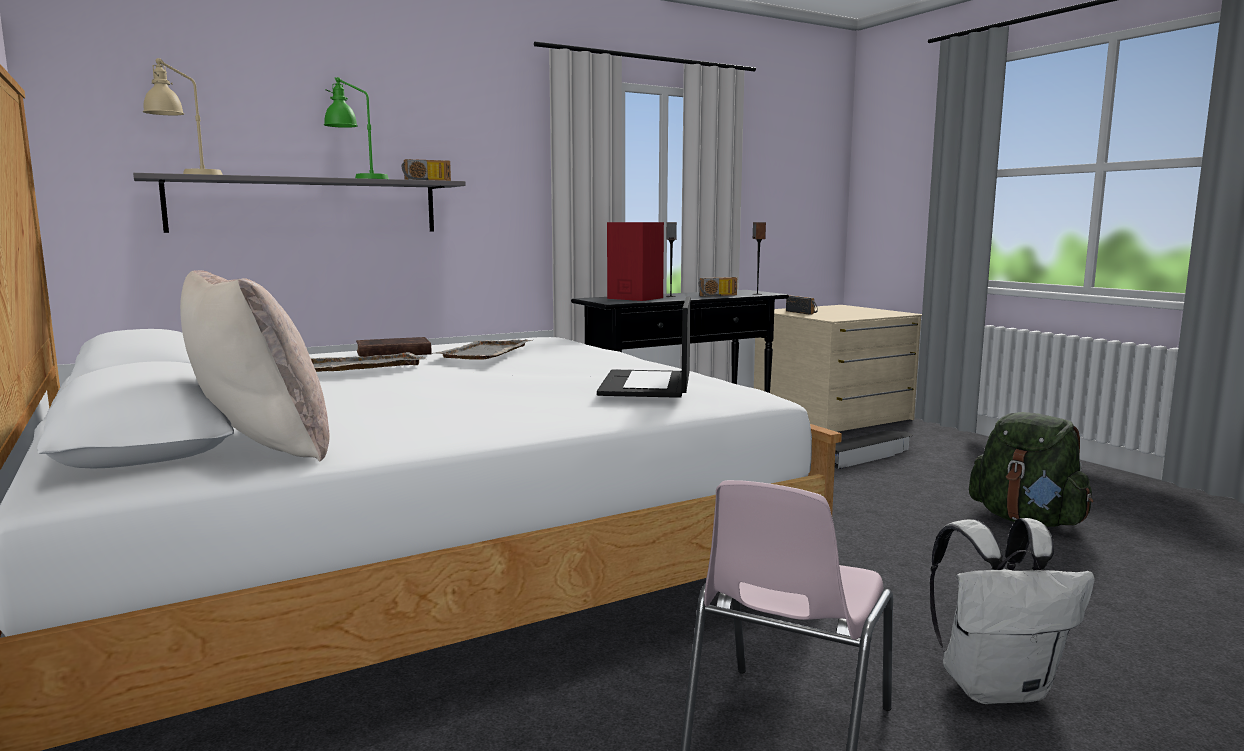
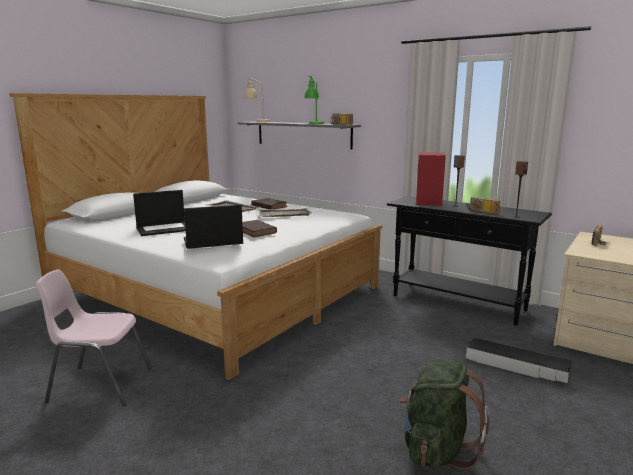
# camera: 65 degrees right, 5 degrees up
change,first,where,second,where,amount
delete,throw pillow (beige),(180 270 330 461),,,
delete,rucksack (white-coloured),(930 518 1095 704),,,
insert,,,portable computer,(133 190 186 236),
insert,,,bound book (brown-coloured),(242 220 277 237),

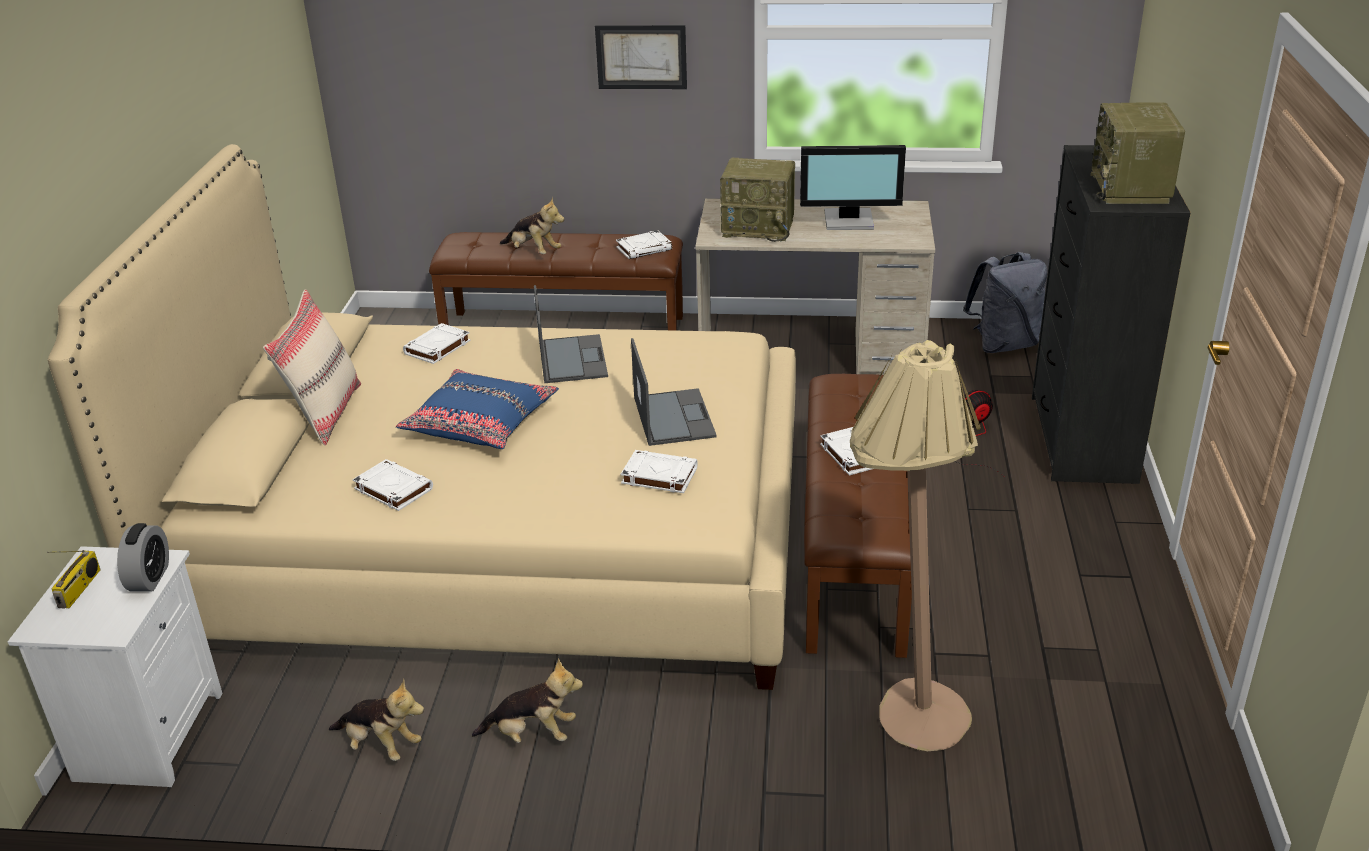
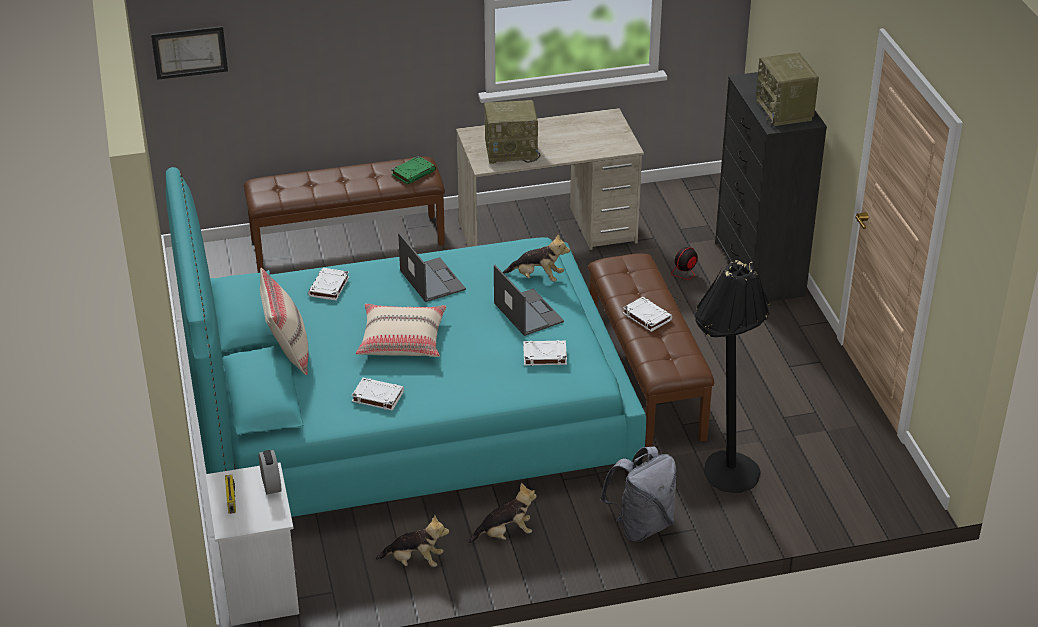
# camera: 20 degrees left, 5 degrees up
change,first,where,second,where,amount
recolor,bed (beige),(48 144 796 690),bed (blue-green),(166 167 646 517),
recolor,throw pillow (blue),(396 369 559 449),throw pillow (beige),(356 304 447 357),
move,soft toy,(500 197 565 254),,(503 233 570 282),
move,wall art,(595 25 687 89),,(151 26 228 80),
recolor,bound book (white-coloured),(616 230 672 259),bound book (green),(391 156 436 184),
delete,computer screen,(800 145 906 230),,,
recolor,floor lamp (beige),(850 340 981 751),floor lamp (blackish),(695 260 770 493),
move,rucksack (greyish),(963 252 1047 353),,(600 447 677 542),

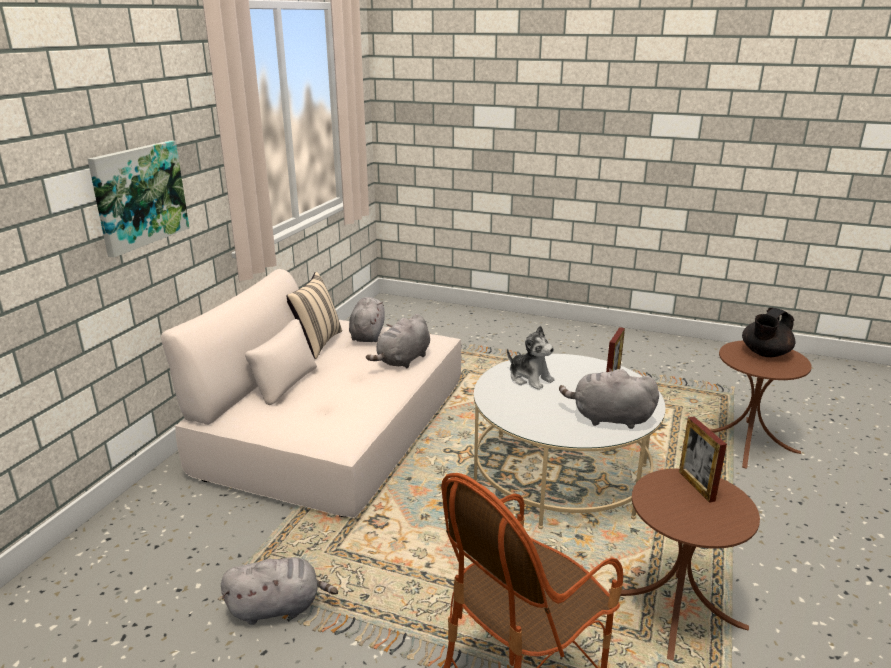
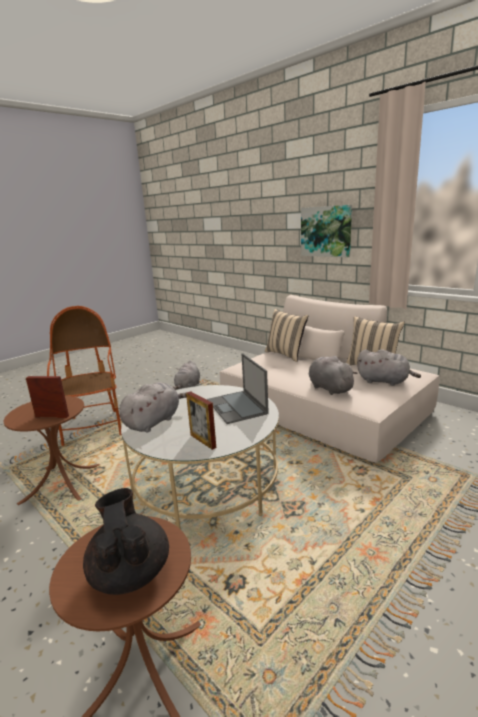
# camera: 115 degrees right, 5 degrees down
change,first,where,second,where,amount
replace,soft toy,(507 326 554 390),portable computer,(207 353 269 424),
insert,,,throw pillow (beige),(265 309 308 362),

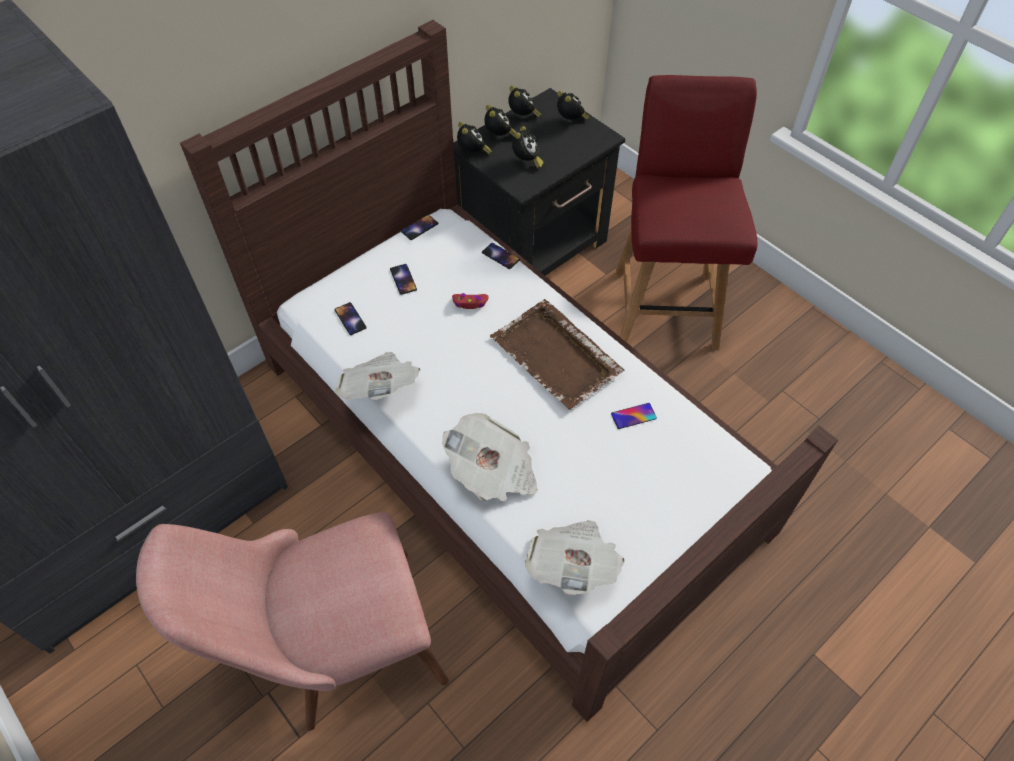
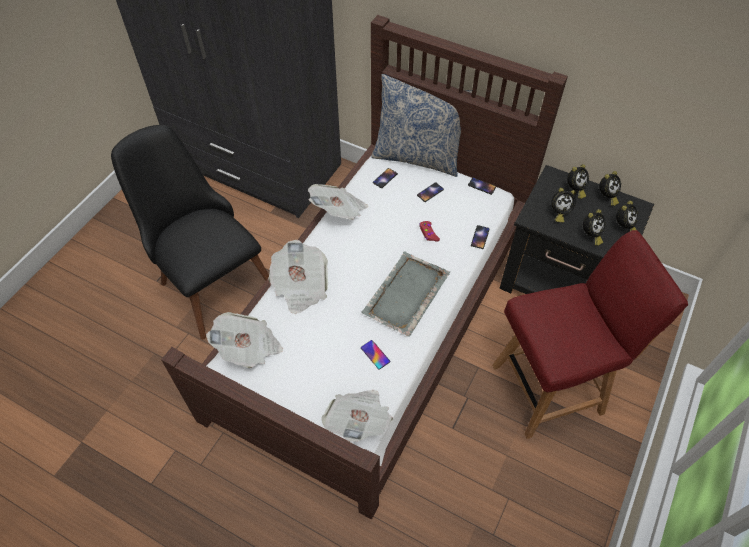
# camera: 70 degrees right, 0 degrees up
change,first,where,second,where,amount
recolor,chair (pink-coloured),(136 512 449 731),chair (blackish),(111 125 269 339),
move,bedside clock,(457 122 492 155),,(583 209 606 246),
recolor,serving tray (brown-coloured),(490 299 624 410),serving tray (greyish),(361 252 450 337),
insert,,,newspaper,(322 390 393 442),
insert,,,throw pillow,(371 74 472 177),

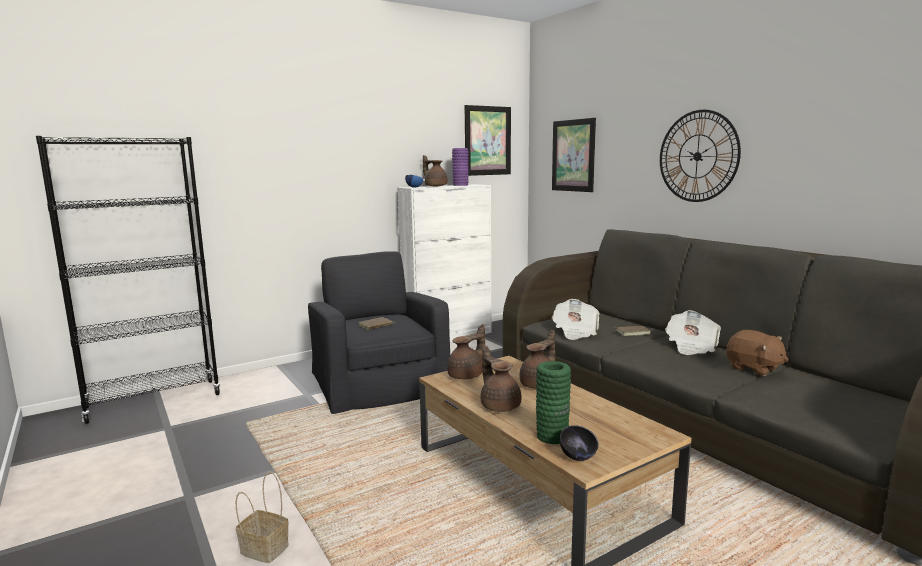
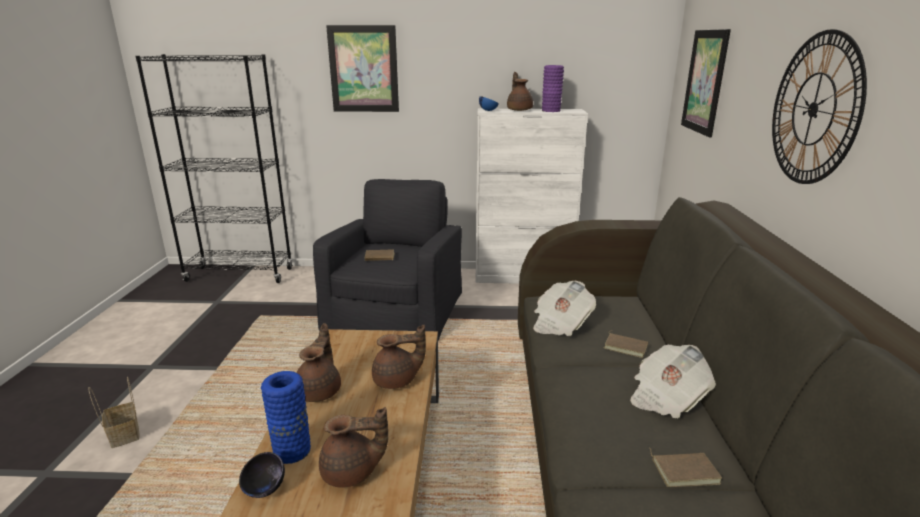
# camera: 35 degrees right, 10 degrees up
change,first,where,second,where,amount
move,teapot (brown-coloured),(447 324 485 379),,(319 407 388 487),
move,wall art,(465 105 511 176),,(326 25 399 112),
recolor,vase (green),(536 361 571 444),vase (blue),(261 371 311 464),
replace,soft toy (brown-coloured),(726 330 788 376),bound book (brown-coloured),(650 448 722 487),

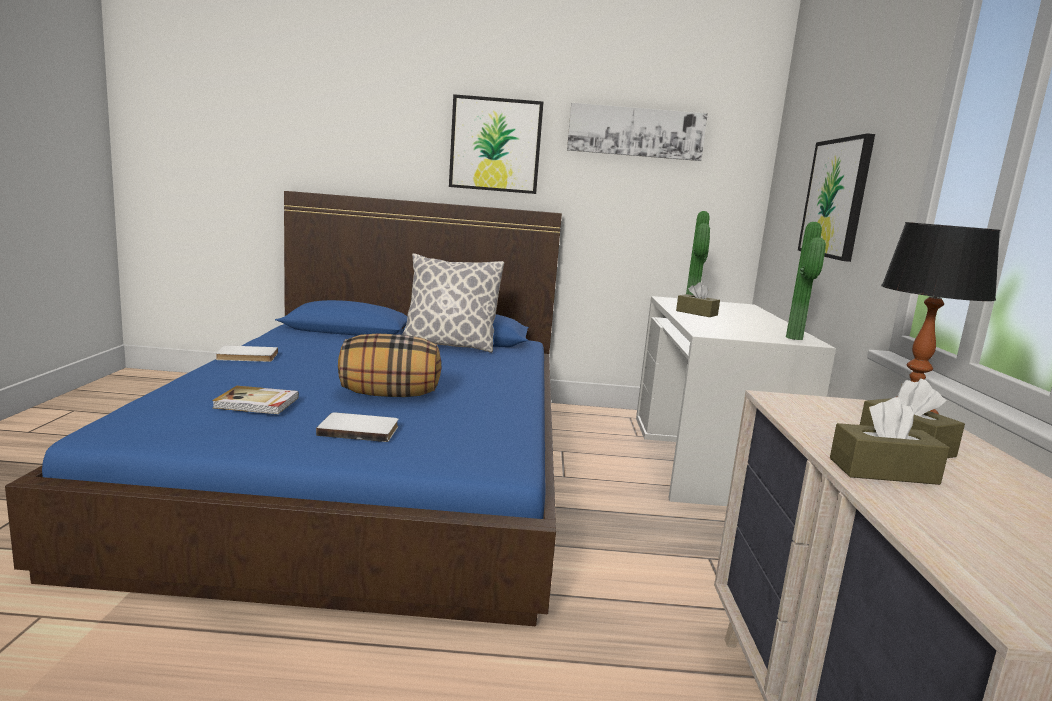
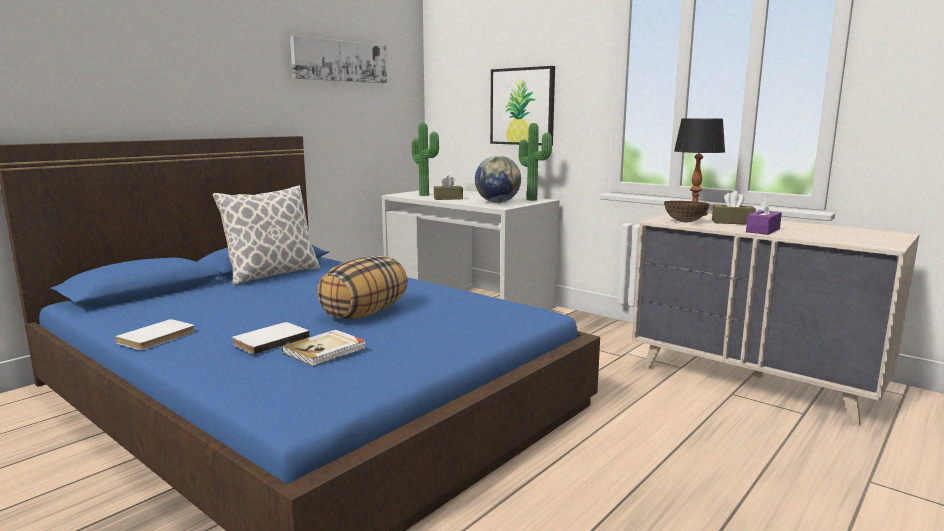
# camera: 50 degrees left, 0 degrees up
change,first,where,second,where,amount
move,bound book (white-coloured),(316 412 398 442),,(232 322 310 354),
delete,wall art,(449 94 544 194),,,
recolor,box of tissues (brown-coloured),(830 397 950 485),box of tissues (purplish),(746 197 782 235),
insert,,,desk globe,(475 155 521 203),
insert,,,serving bowl,(664 201 709 222),

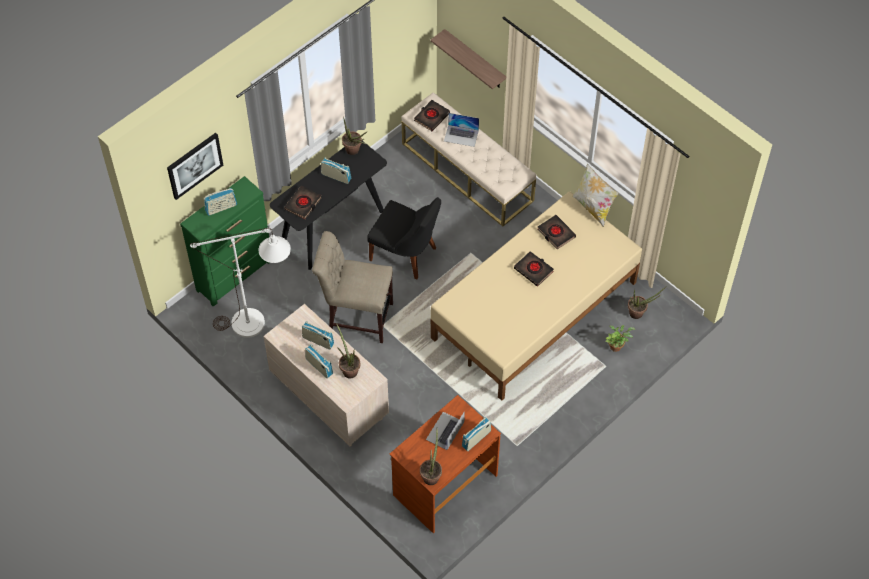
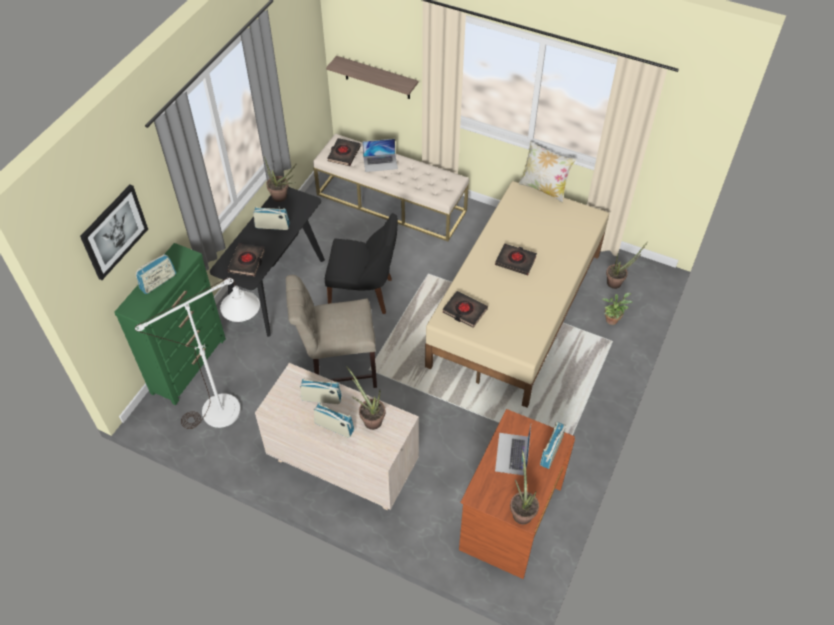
# camera: 20 degrees left, 5 degrees down
change,first,where,second,where,amount
move,bound book (blackish),(538 215 576 249),,(442 291 488 328),

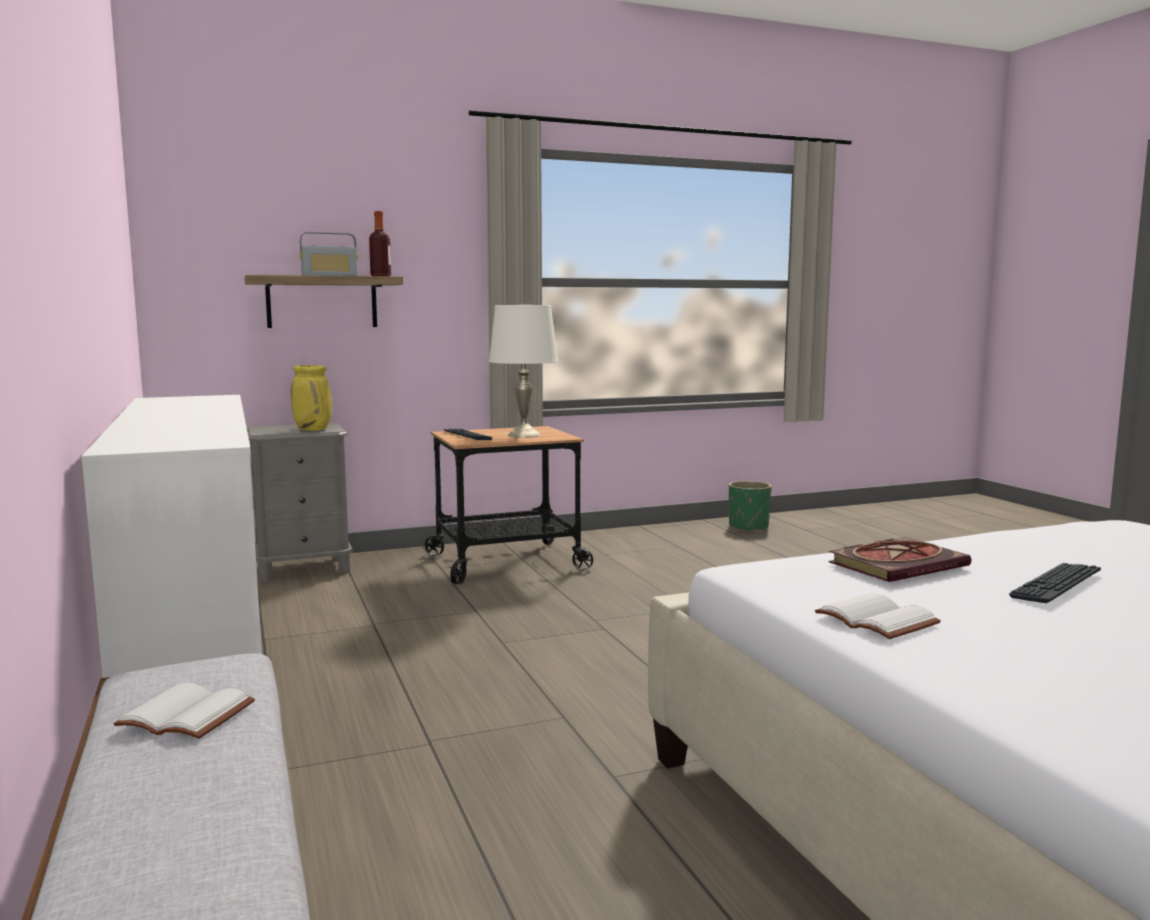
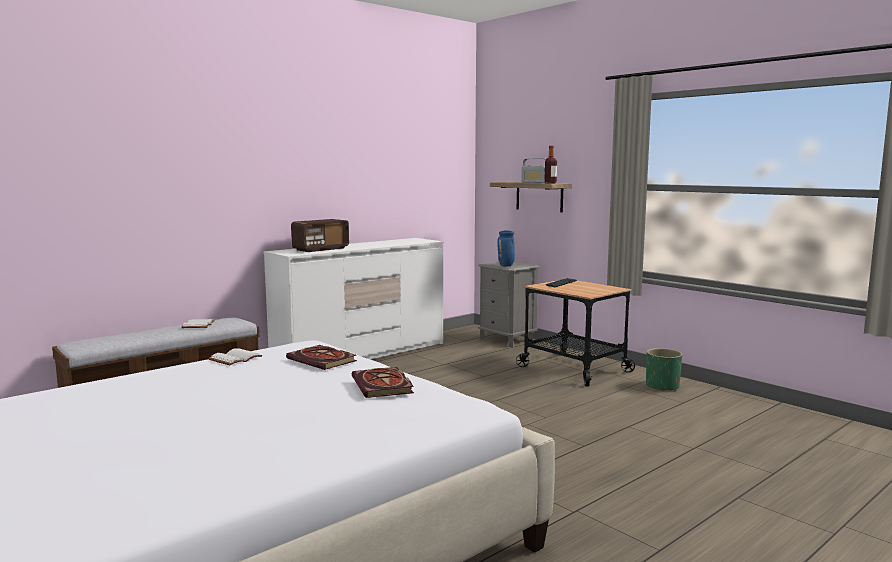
# camera: 70 degrees right, 0 degrees up
change,first,where,second,where,amount
recolor,vase (yellowish),(291 365 332 431),vase (blue),(497 231 515 266),
delete,tabletop lamp (white-coloured),(489 305 558 438),,,
move,plant pot (green),(729 481 772 532),,(646 348 682 391),
delete,PC keyboard,(1009 563 1101 603),,,
insert,,,radio set,(291 219 349 252),
insert,,,bound book,(352 367 414 398),

